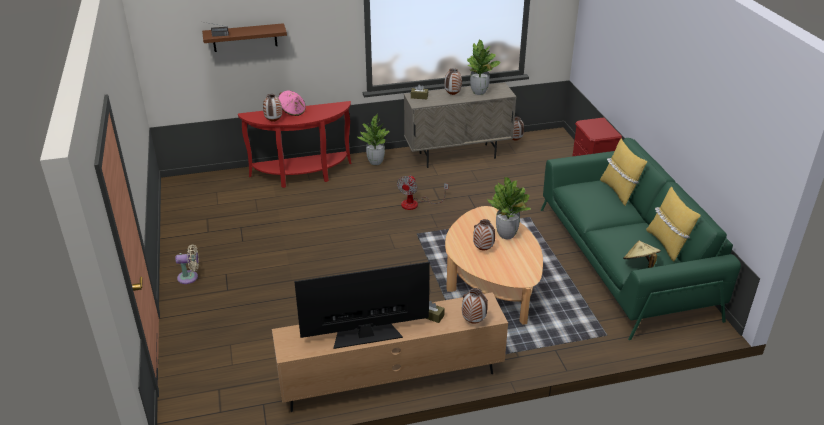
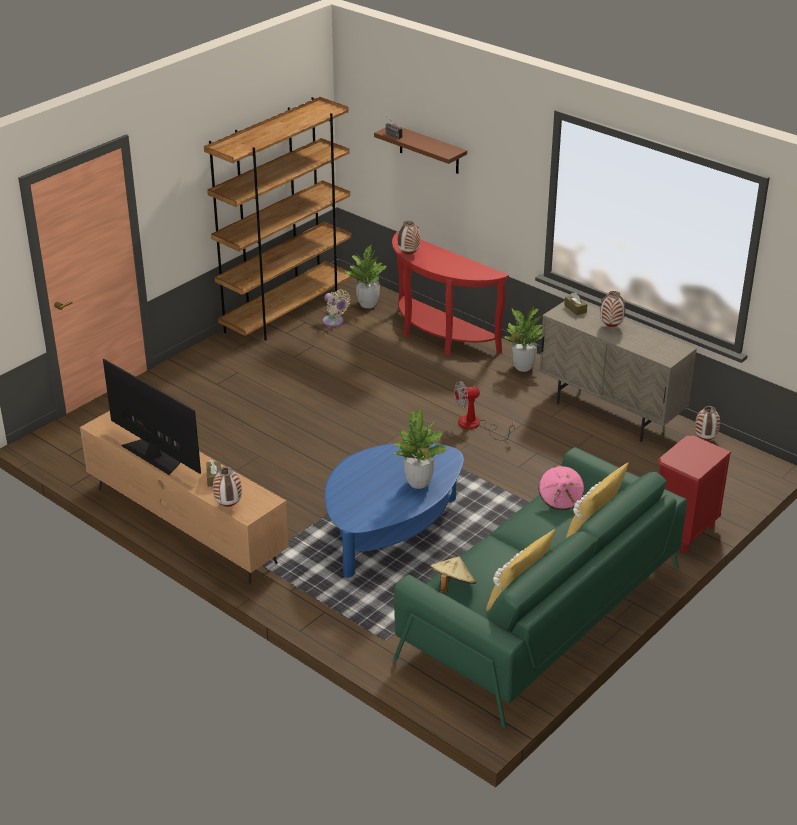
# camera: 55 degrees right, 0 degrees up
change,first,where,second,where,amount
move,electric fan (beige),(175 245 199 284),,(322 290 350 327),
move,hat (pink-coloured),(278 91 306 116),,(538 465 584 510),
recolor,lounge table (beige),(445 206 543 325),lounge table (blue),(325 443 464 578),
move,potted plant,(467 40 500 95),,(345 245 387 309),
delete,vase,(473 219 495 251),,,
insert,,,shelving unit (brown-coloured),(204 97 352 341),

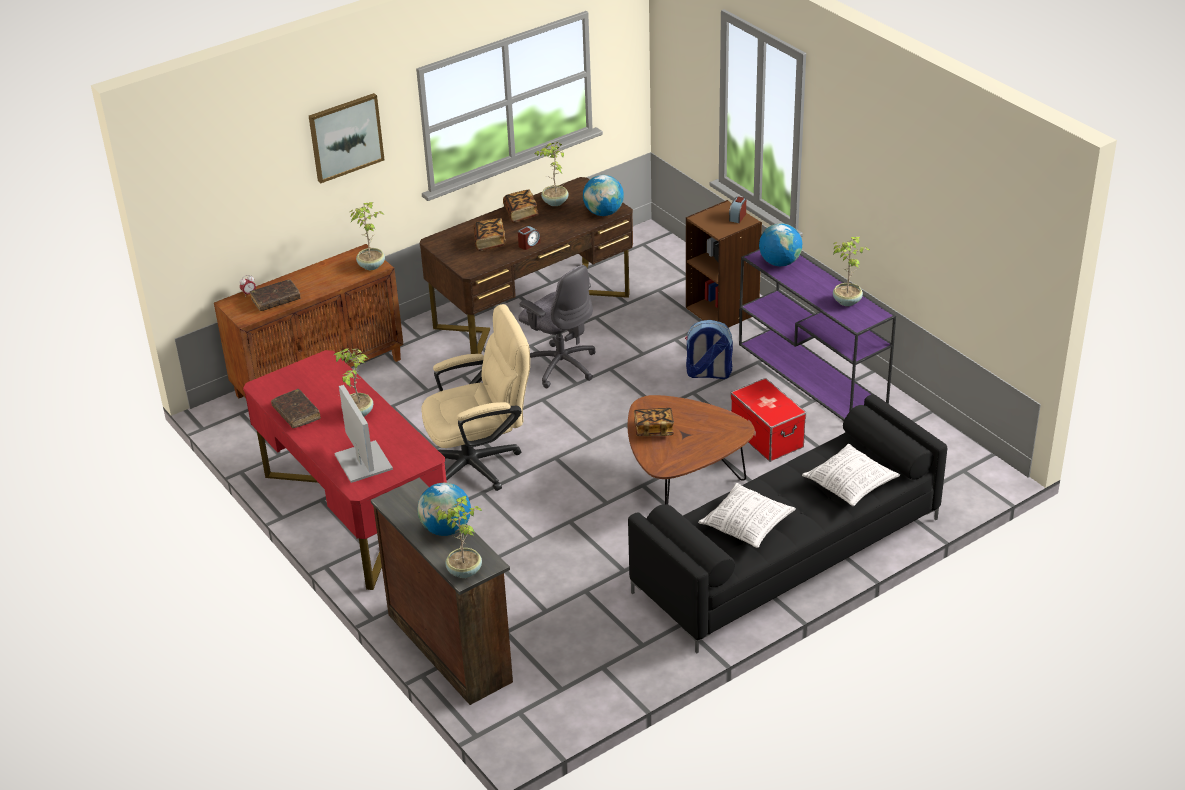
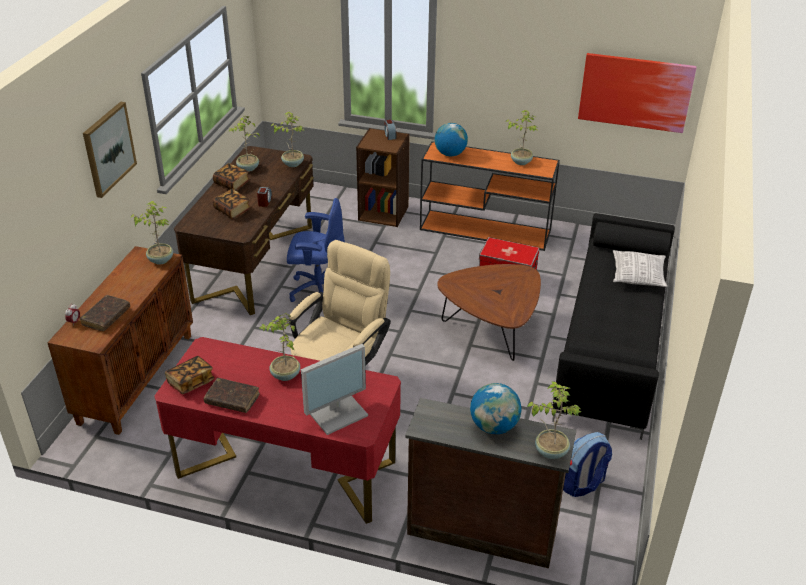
# camera: 40 degrees left, 0 degrees up
change,first,where,second,where,amount
rotate,computer screen,(334 385 393 483),,(301 344 368 435),120 degrees clockwise
recolor,computer chair (greyish),(518 265 596 388),computer chair (blue),(287 198 345 302),
replace,desk globe,(583 175 624 216),potted plant,(270 112 304 167),
move,bound book,(634 408 674 436),,(165 356 215 394),
move,rucksack,(685 320 733 379),,(563 432 612 497),
delete,throw pillow,(698 483 796 548),,,
recolor,narrow table (purplish),(739 249 896 421),narrow table (orangey),(420 141 560 251),
insert,,,wall art,(578 53 697 133),

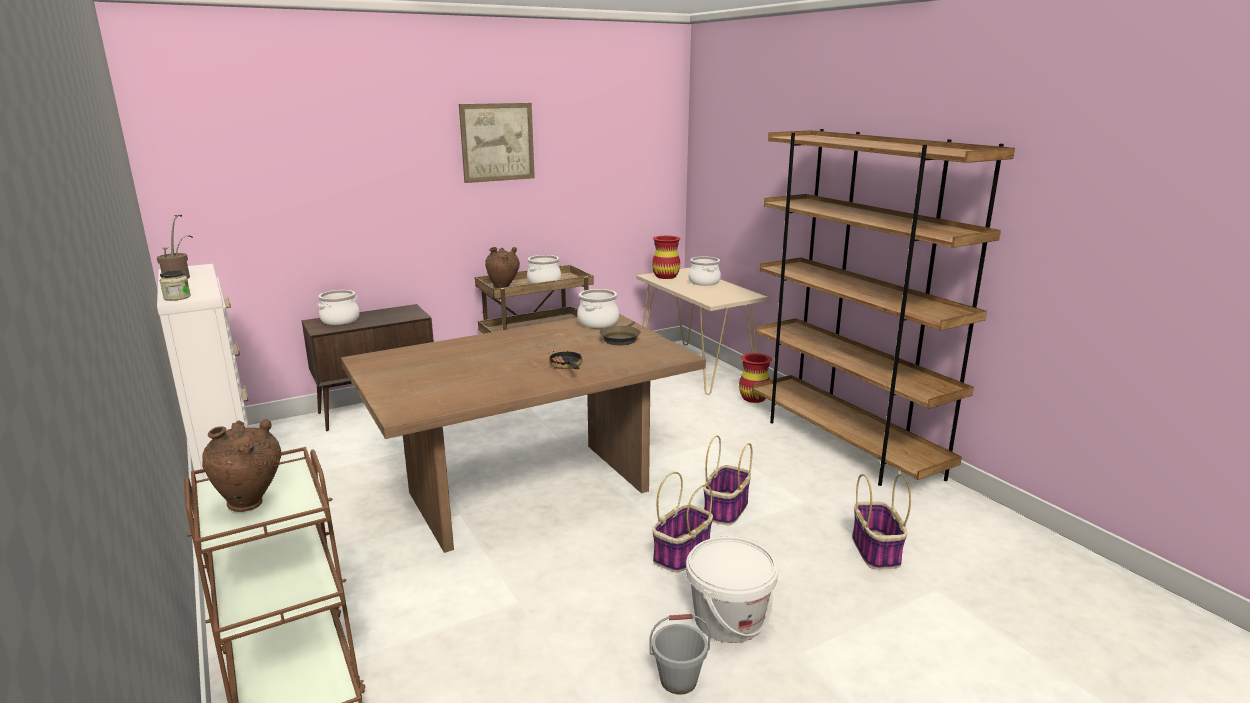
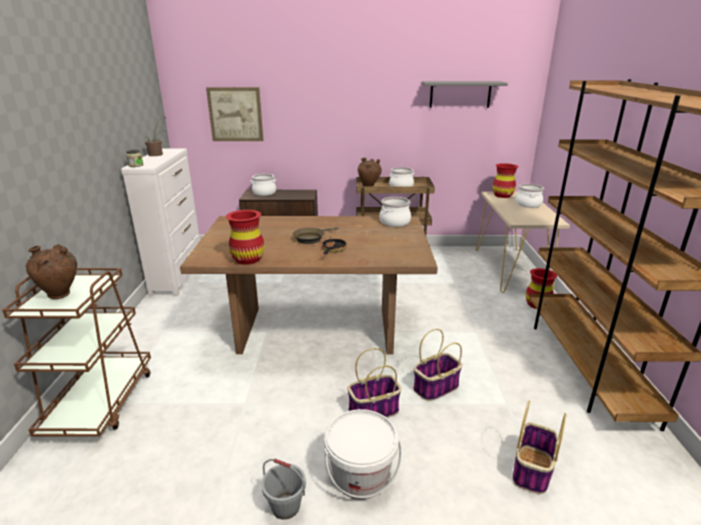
# camera: 30 degrees right, 5 degrees up
change,first,where,second,where,amount
move,wall art,(459 103 535 183),,(206 87 263 141),
move,pan (brown-coloured),(600 321 641 345),,(293 227 338 244),
insert,,,vase (reddish),(226 210 264 265),
insert,,,shelf (greyish),(422 81 508 108),

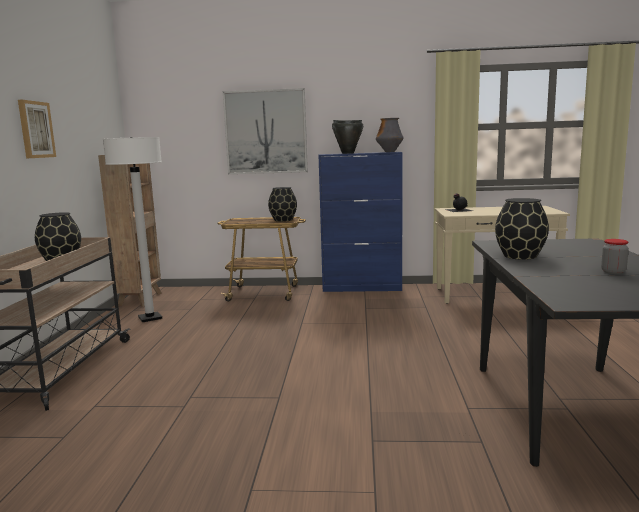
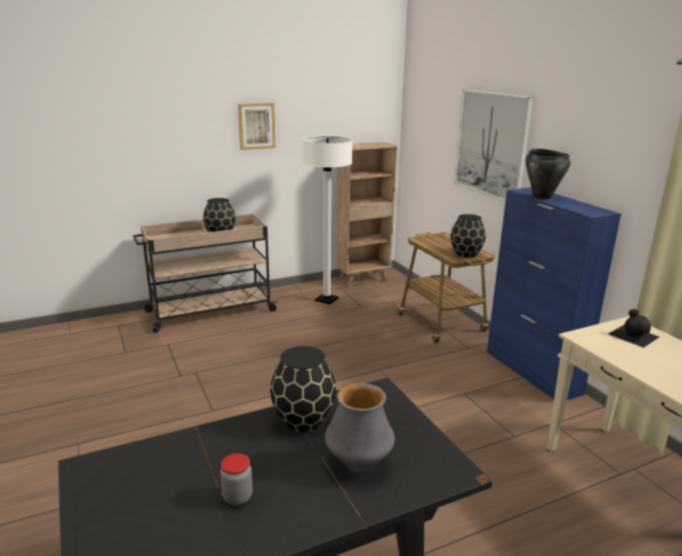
# camera: 60 degrees right, 10 degrees up
change,first,where,second,where,amount
move,vase,(376 118 404 152),,(325 383 395 472),

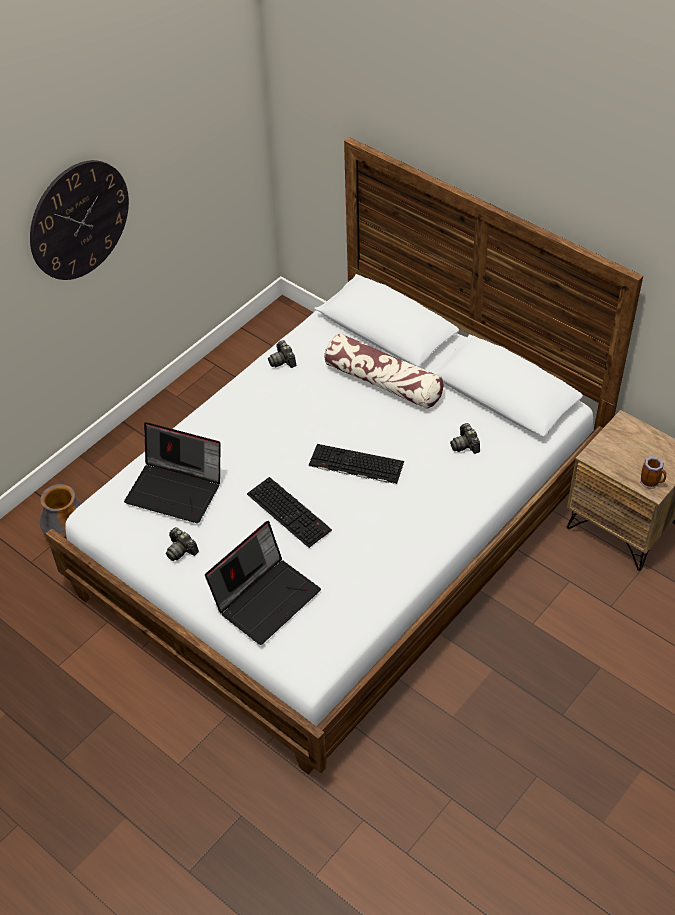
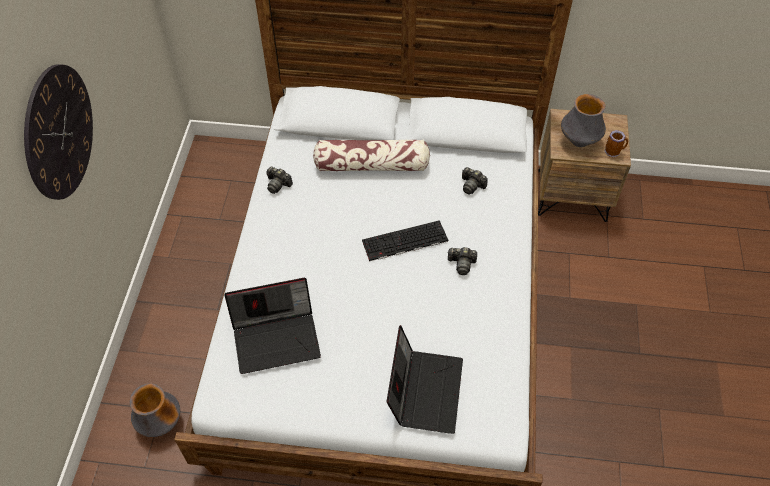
# camera: 35 degrees left, 5 degrees up
change,first,where,second,where,amount
move,photo camera,(166 527 199 561),,(447 247 477 275),
delete,PC keyboard,(247 477 332 548),,,
insert,,,vase,(561 94 606 147),

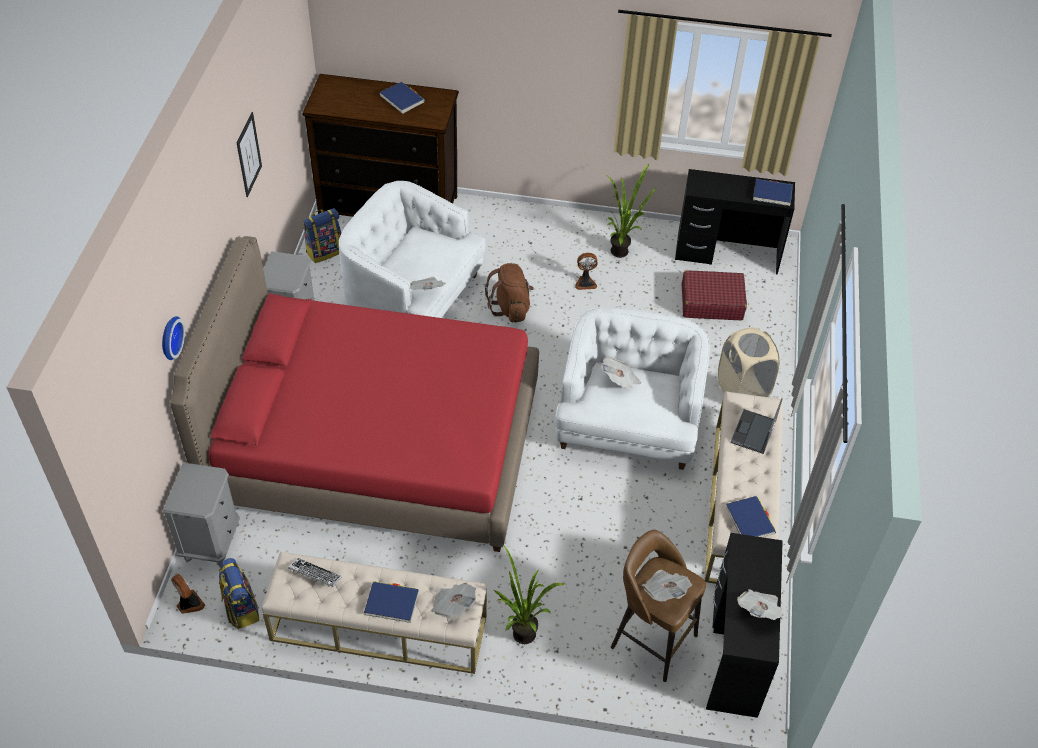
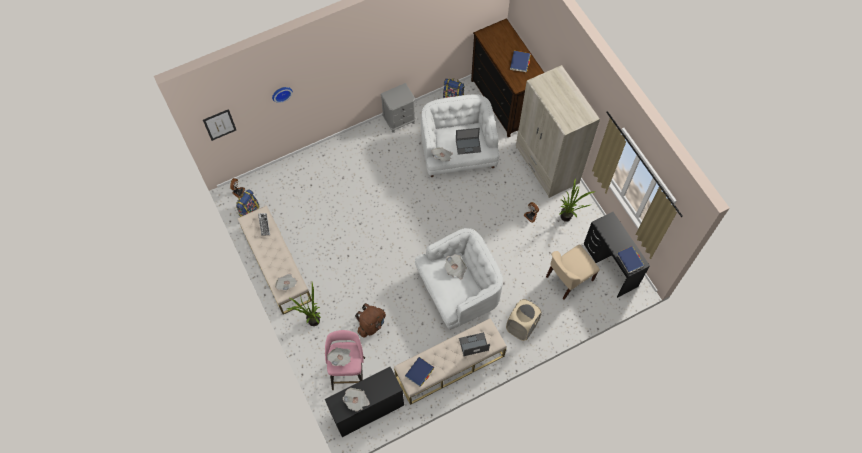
# camera: 55 degrees right, 15 degrees up
change,first,where,second,where,amount
delete,bedside table (greyish),(163 462 240 567),,,
delete,bed (reddish),(170 236 539 552),,,
move,wall art,(237 112 262 197),,(203 109 236 141),
delete,bound book (blue),(364 581 419 623),,,
move,rucksack (brown-coloured),(485 263 534 322),,(355 303 386 338),
recolor,stool (brown-coloured),(611 530 706 682),stool (pink-coloured),(325 330 365 390),
replace,travel case (reddish),(682 270 747 320),chair (beige),(546 244 600 300),
insert,,,portable computer,(456 128 481 155),
insert,,,wardrobe (beige),(516 65 600 198),

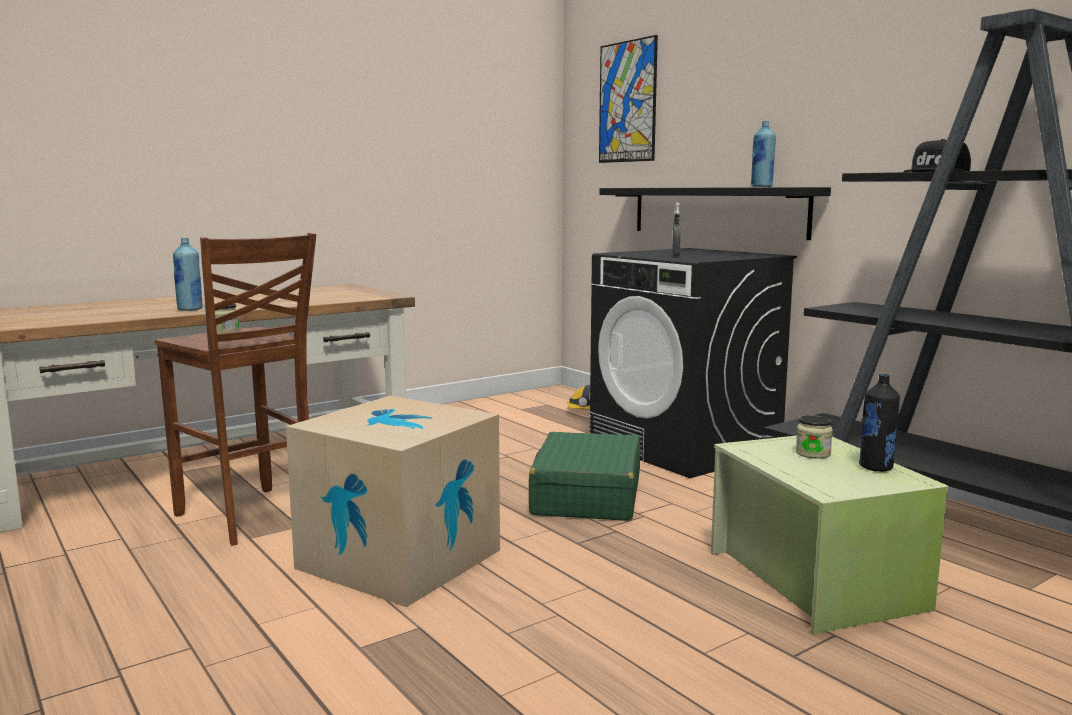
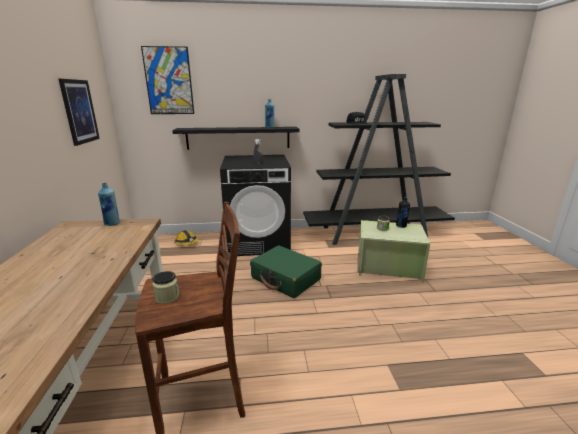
# camera: 60 degrees left, 10 degrees up
change,first,where,second,where,amount
move,bottle (blue),(173 238 203 311),,(98 183 120 226),
delete,packing box,(286 396 500 607),,,
insert,,,wall art,(58 79 100 146),

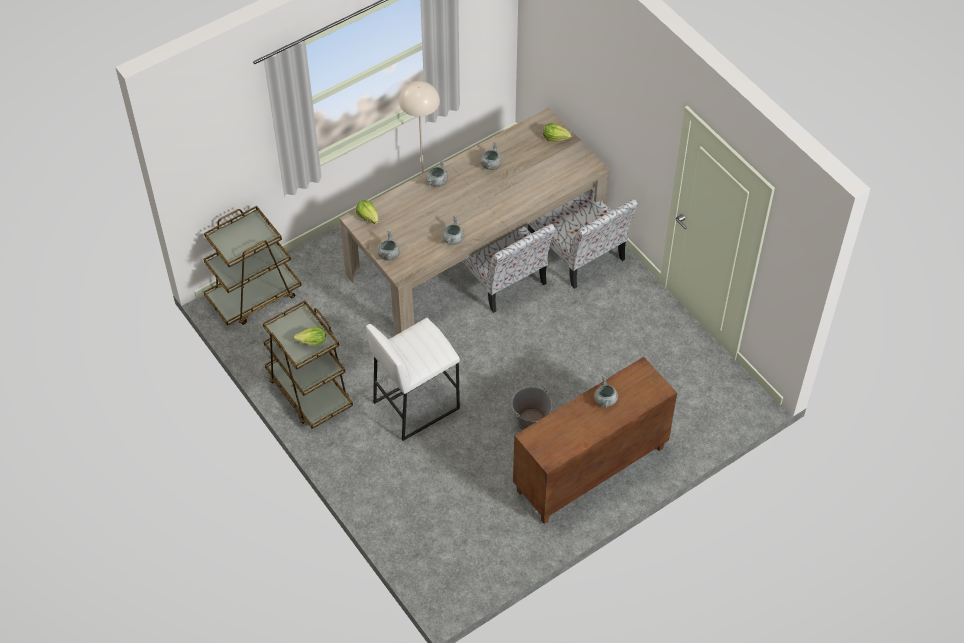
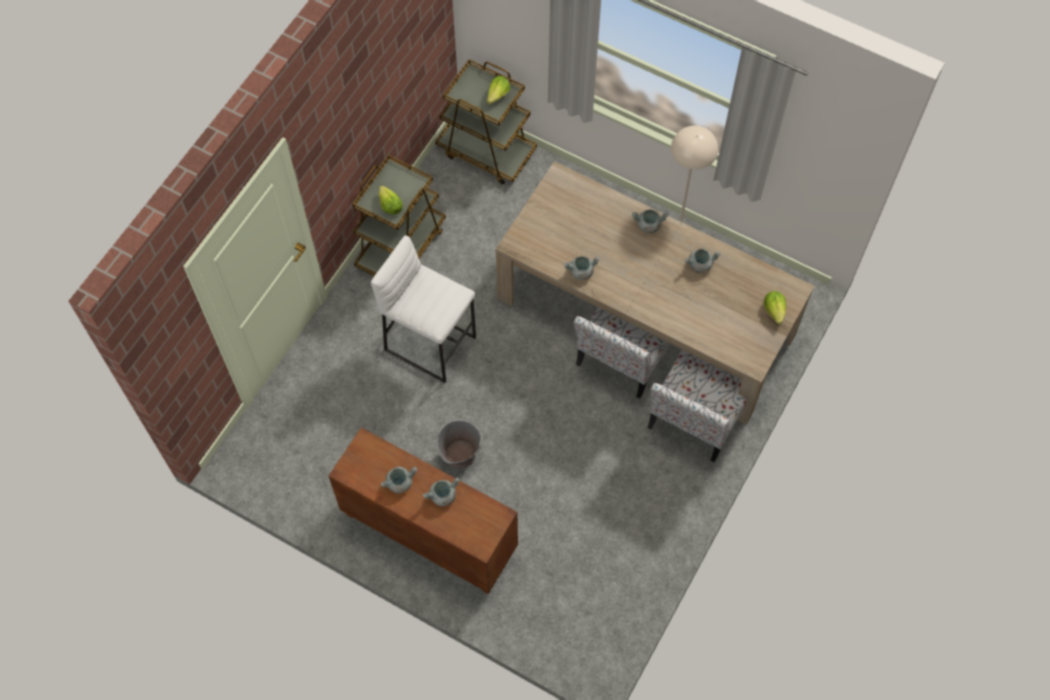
# camera: 65 degrees right, 10 degrees up
change,first,where,second,where,amount
move,lettuce head,(356 200 378 224),,(487 76 510 104),
move,saucepot (greyish),(378 231 400 261),,(380 466 417 493),

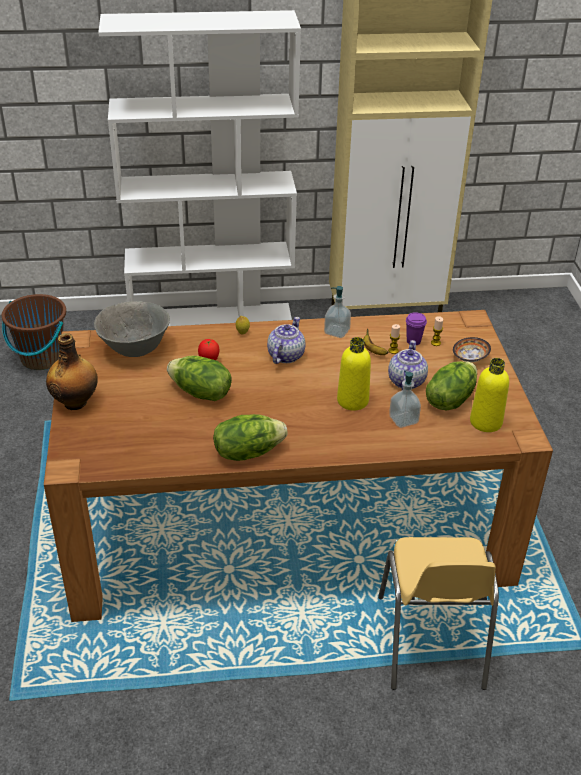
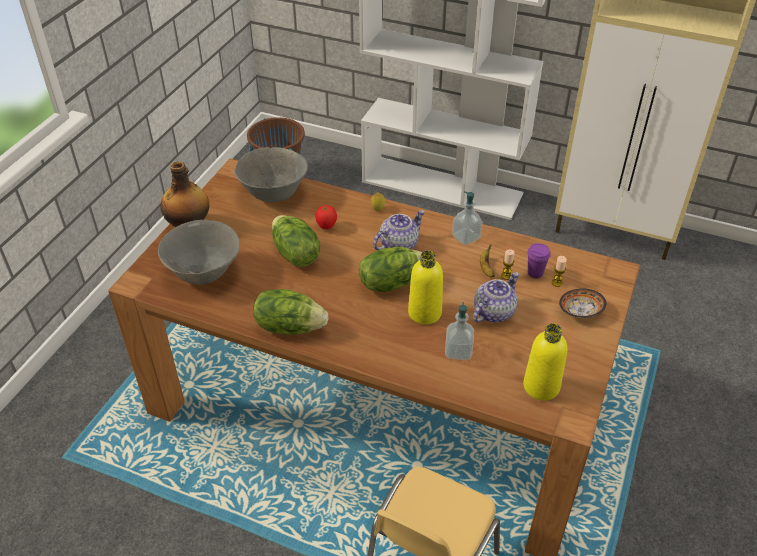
# camera: 30 degrees right, 5 degrees up
change,first,where,second,where,amount
move,lettuce head,(426 361 477 411),,(359 247 422 292),
insert,,,serving bowl (greyish),(158 220 240 285),

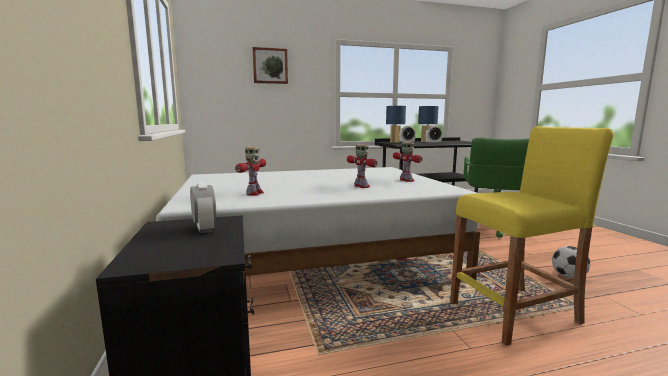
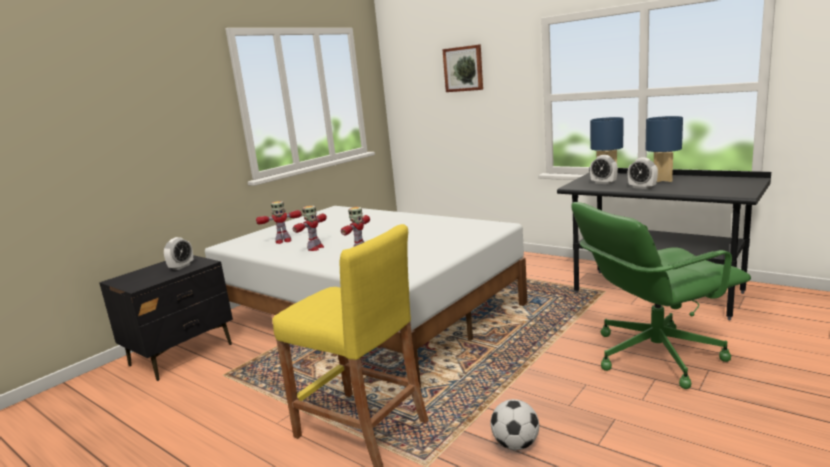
# camera: 55 degrees right, 5 degrees up
change,first,where,second,where,amount
move,model robot,(393 142 423 182),,(293 206 327 251),

